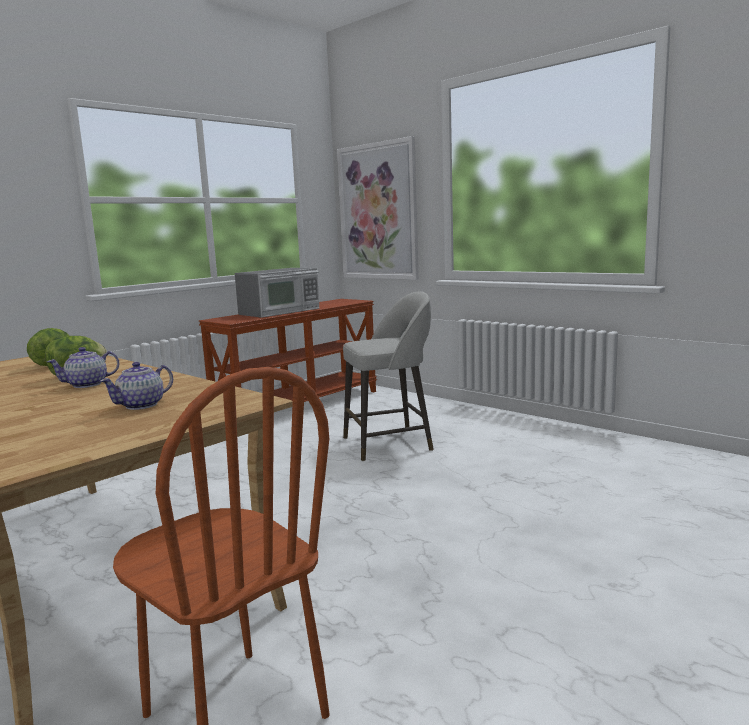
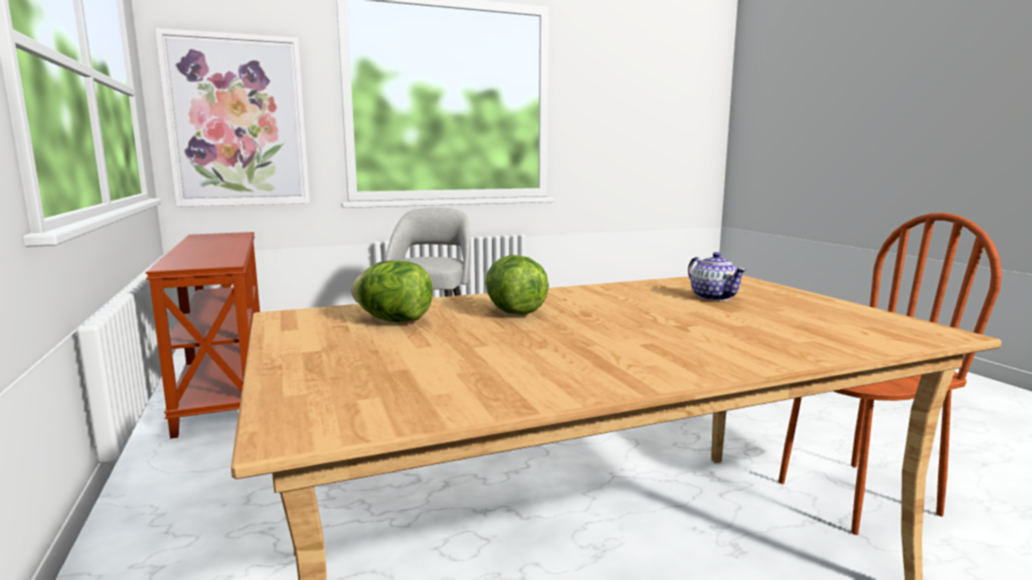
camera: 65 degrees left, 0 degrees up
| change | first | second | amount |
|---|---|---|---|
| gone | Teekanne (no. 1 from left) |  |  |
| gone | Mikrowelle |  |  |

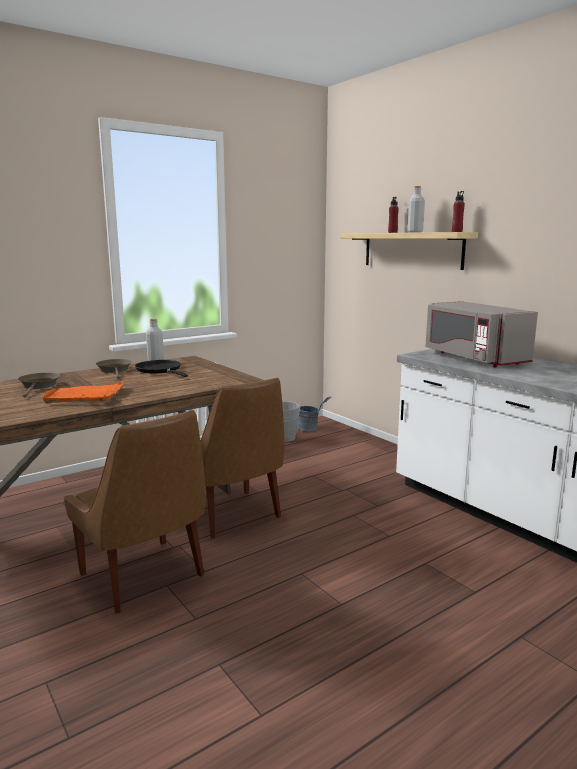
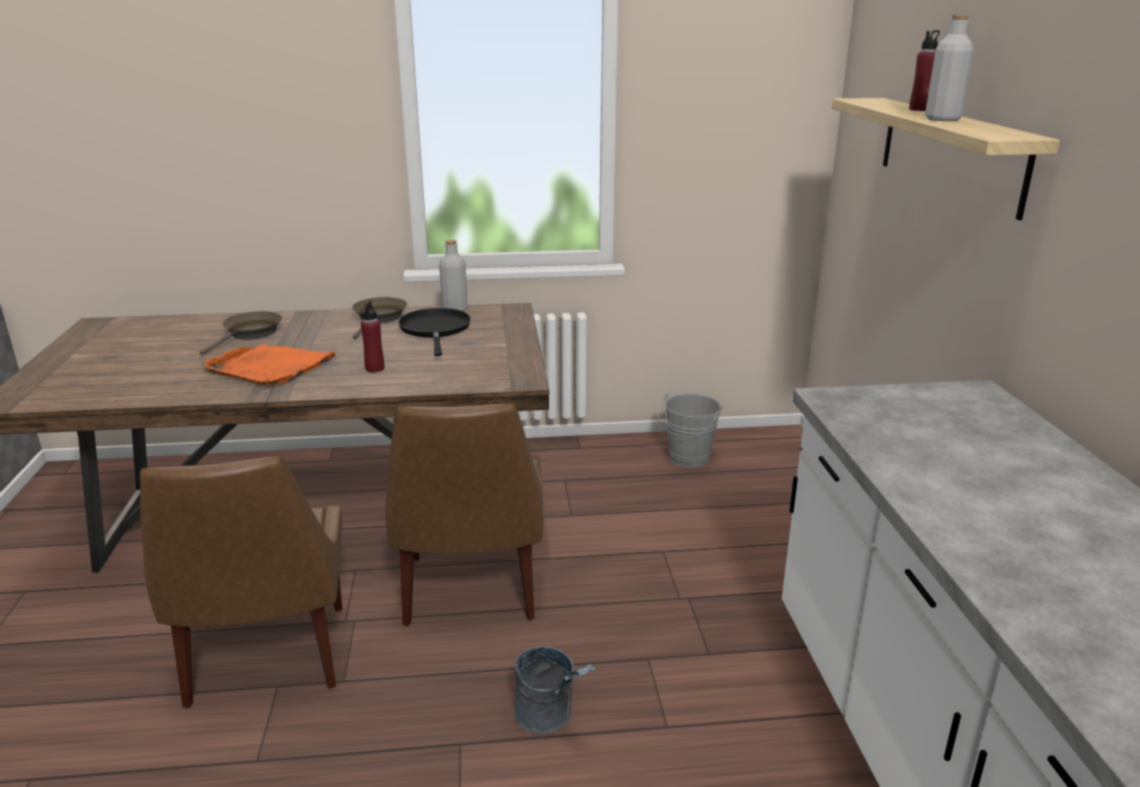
camera: 30 degrees right, 10 degrees up
| change | first | second | amount |
|---|---|---|---|
| shifted | Eimer [grau] (no. 2 from left in the first image) | Eimer [grau] (no. 1 from left) |  |
| gone | Mikrowelle [grau] |  |  |
| shifted | Flasche [rot] (no. 2 from left in the first image) | Flasche [rot] (no. 1 from left) |  |

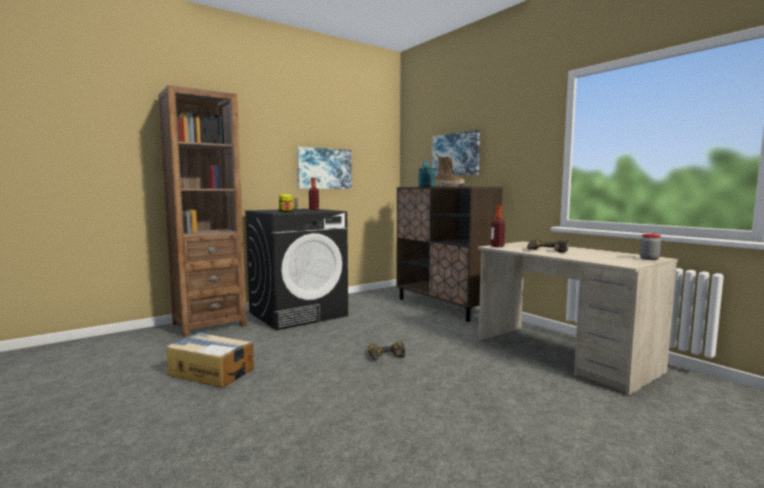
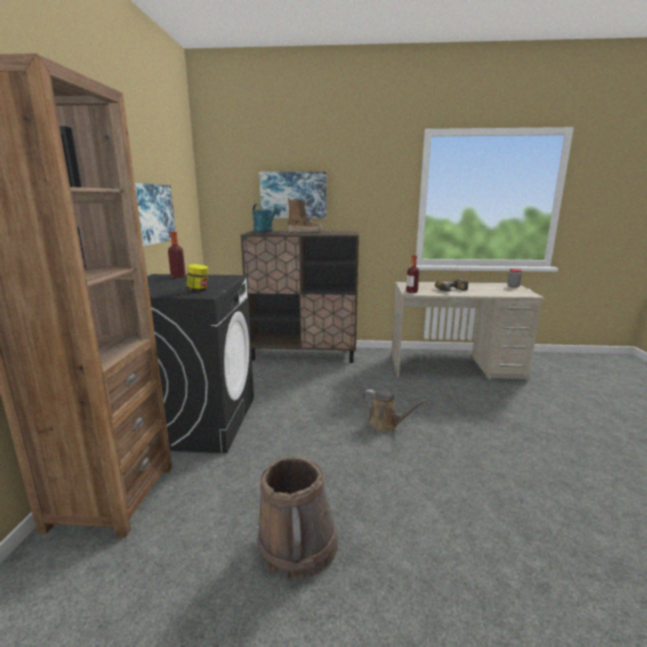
camera: 50 degrees left, 10 degrees up
| change | first | second | amount |
|---|---|---|---|
| swapped | Karton | Eimer [braun] |  |
| swapped | Bohrmaschine (no. 1 from left) | Gießkanne [braun] |  |

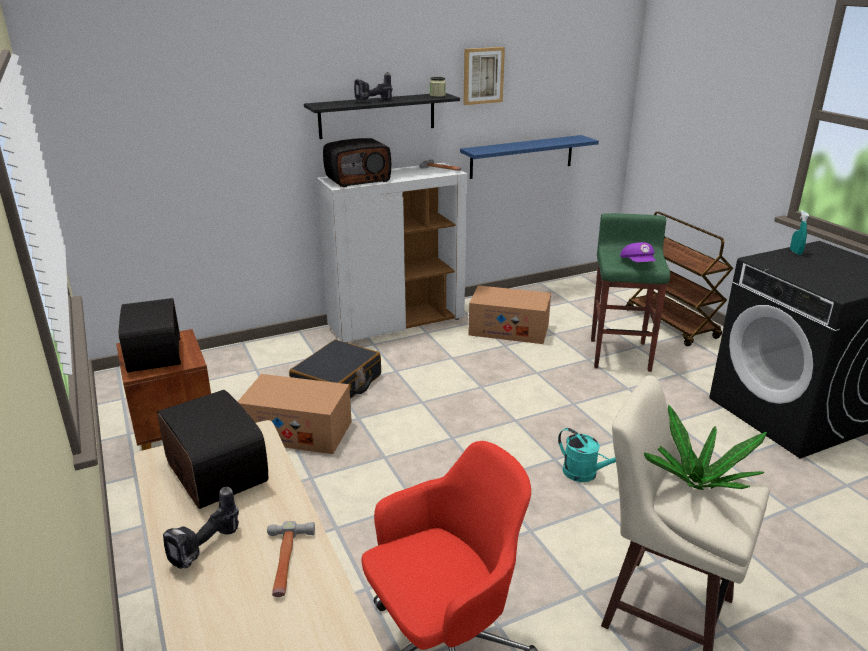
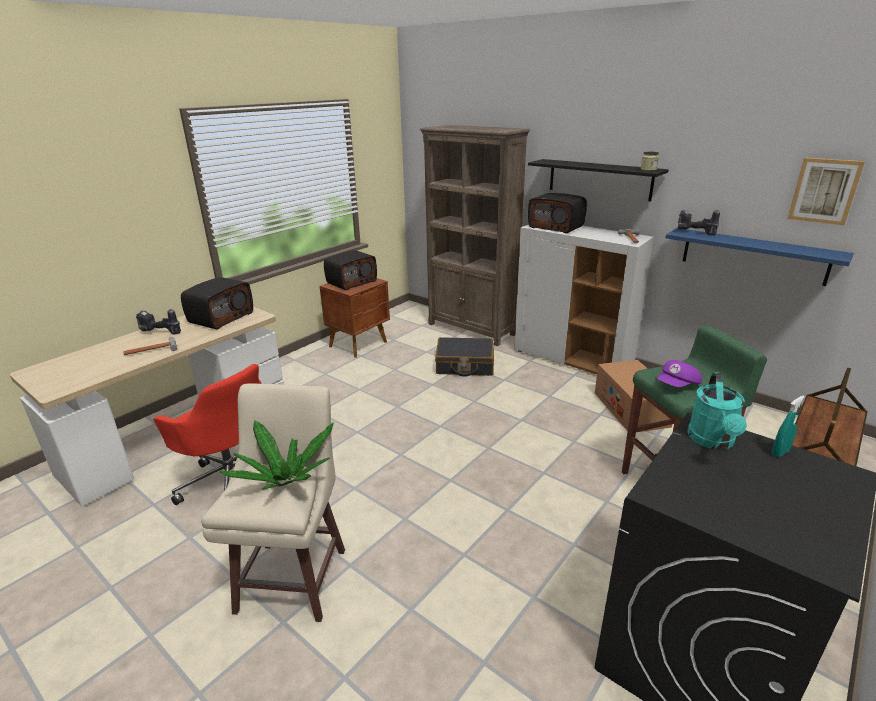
camera: 65 degrees right, 0 degrees up
| change | first | second | amount |
|---|---|---|---|
| gone | Karton (no. 1 from left) |  |  |
| shifted | Bohrmaschine (no. 2 from left) |  |  |
| shifted | Bild |  |  |
| shifted | Gießkanne [türkis] |  |  |
| new |  | Bücherregal [braun] |  |

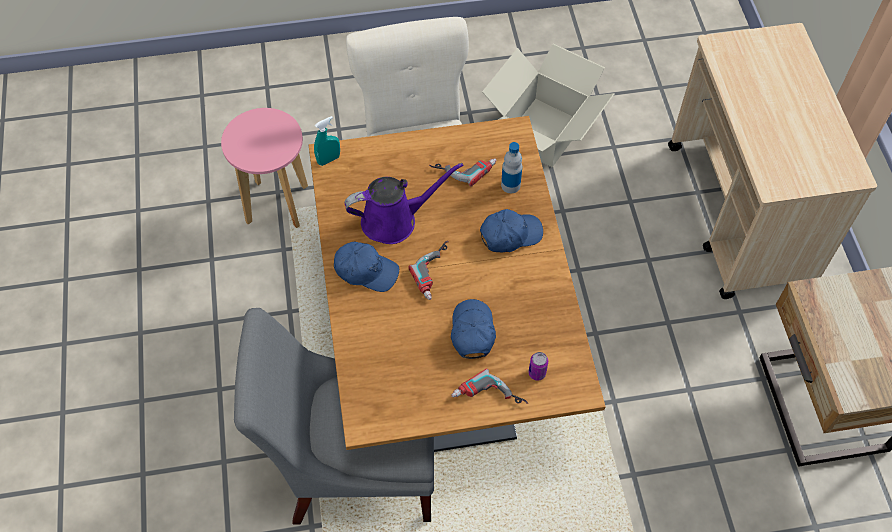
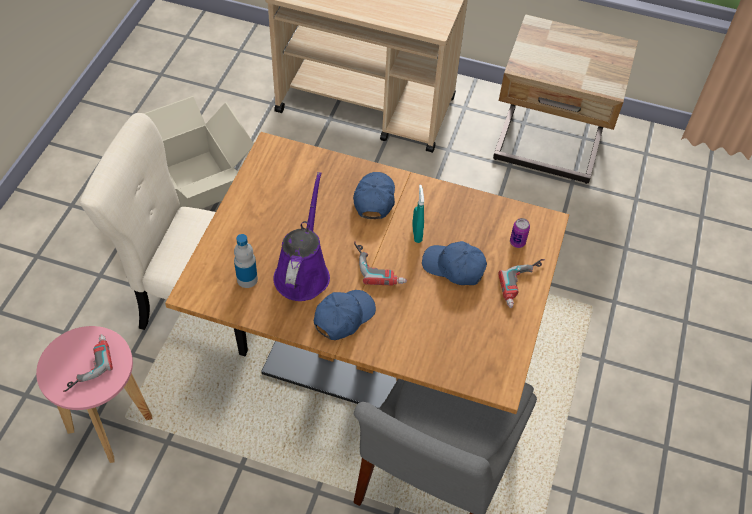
camera: 65 degrees left, 5 degrees down
| change | first | second | amount |
|---|---|---|---|
| shifted | Sprühflasche [türkis] |  |  |
| shifted | Bohrmaschine (no. 2 from left in the first image) | Bohrmaschine (no. 1 from left) |  |
| shifted | Flasche |  |  |

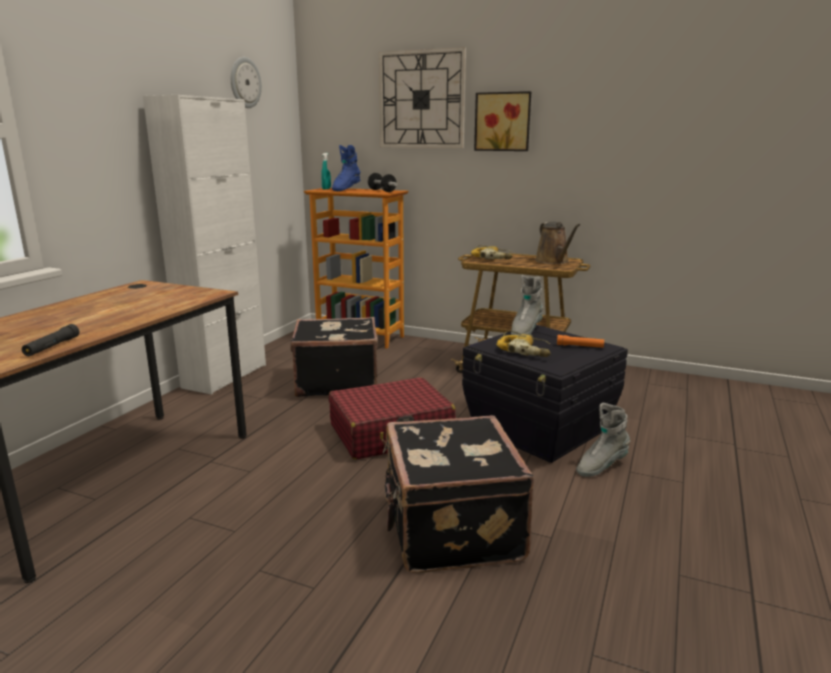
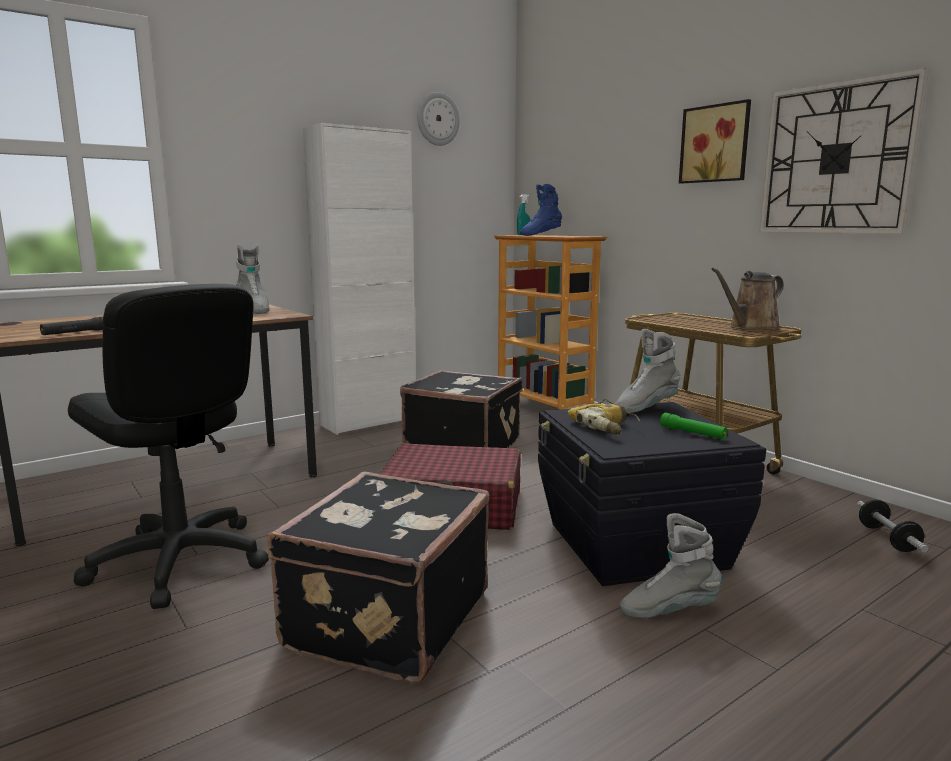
camera: 30 degrees right, 5 degrees down
| change | first | second | amount |
|---|---|---|---|
| shifted | Hantel |  |  |
| shifted | Wanduhr (no. 2 from left) |  |  |
| gone | Bohrmaschine (no. 1 from left) |  |  |
| rotated | Gießkanne [braun] |  | 45 degrees clockwise |
| repainted | Taschenlampe [orange] | Taschenlampe [grün] |  |
| new |  | Bürostuhl [schwarz] |  |
| new |  | Stiefel [grau] (no. 1 from left) |  |

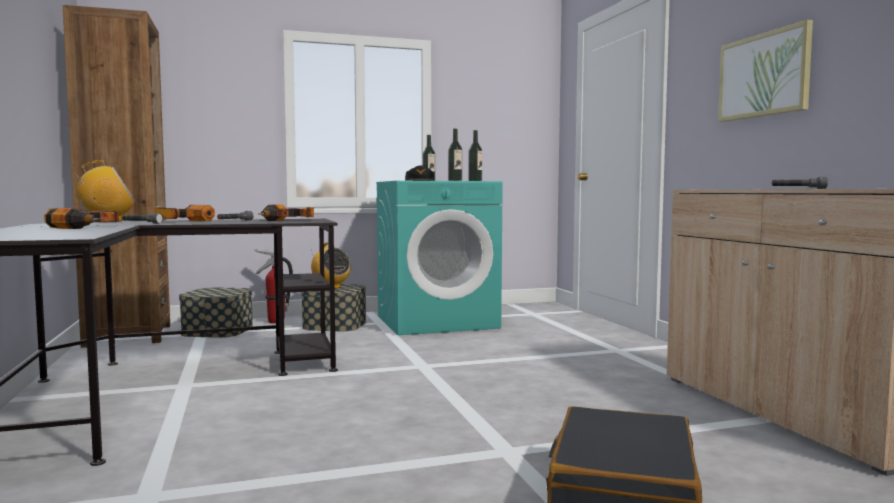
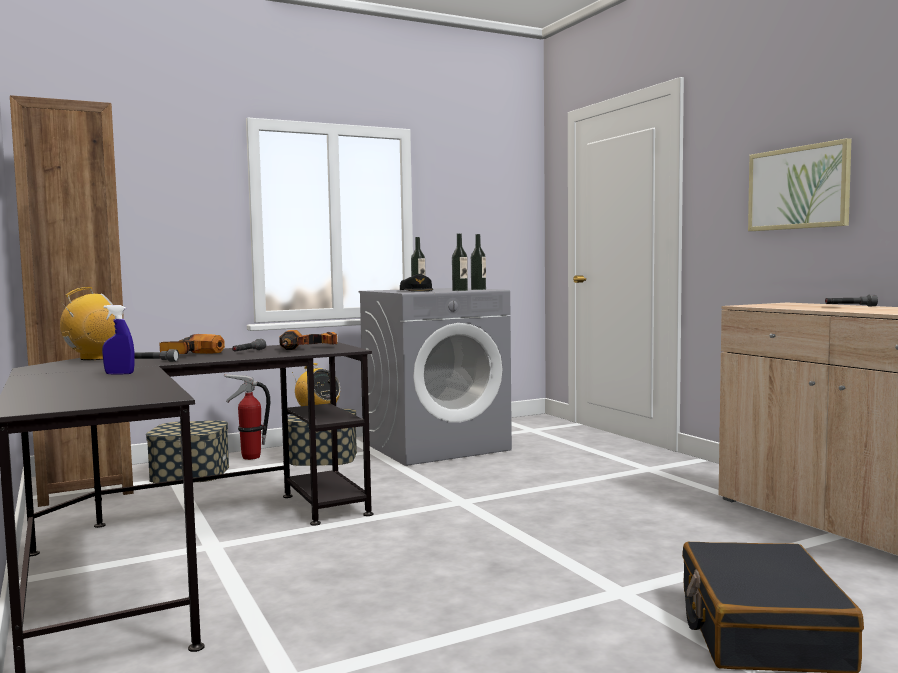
camera: 10 degrees left, 0 degrees up
| change | first | second | amount |
|---|---|---|---|
| swapped | Bohrmaschine (no. 1 from left) | Sprühflasche [blau] |  |
| repainted | Waschmaschine [türkis] | Waschmaschine [grau] |  |

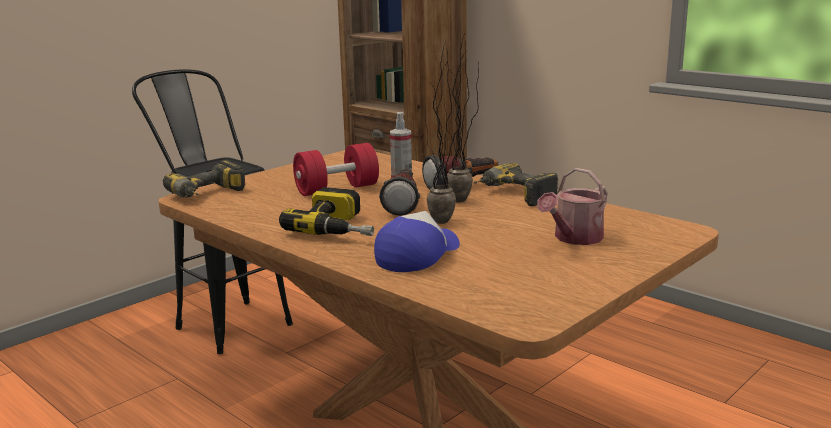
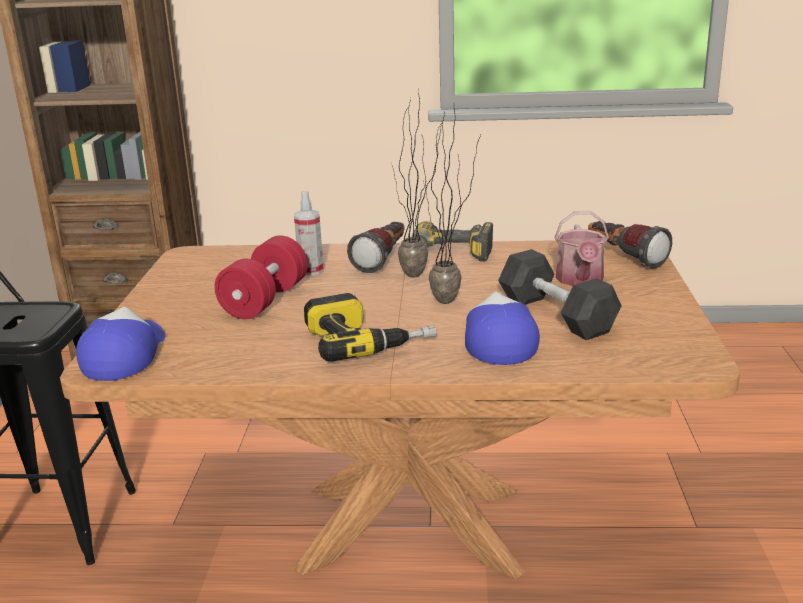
camera: 40 degrees left, 5 degrees up
| change | first | second | amount |
|---|---|---|---|
| swapped | Bohrmaschine (no. 1 from left) | Kappe (no. 1 from left) |  |
| shifted | Taschenlampe (no. 1 from left in the first image) | Taschenlampe (no. 2 from left) |  |
| new |  | Hantel [grau] |  |

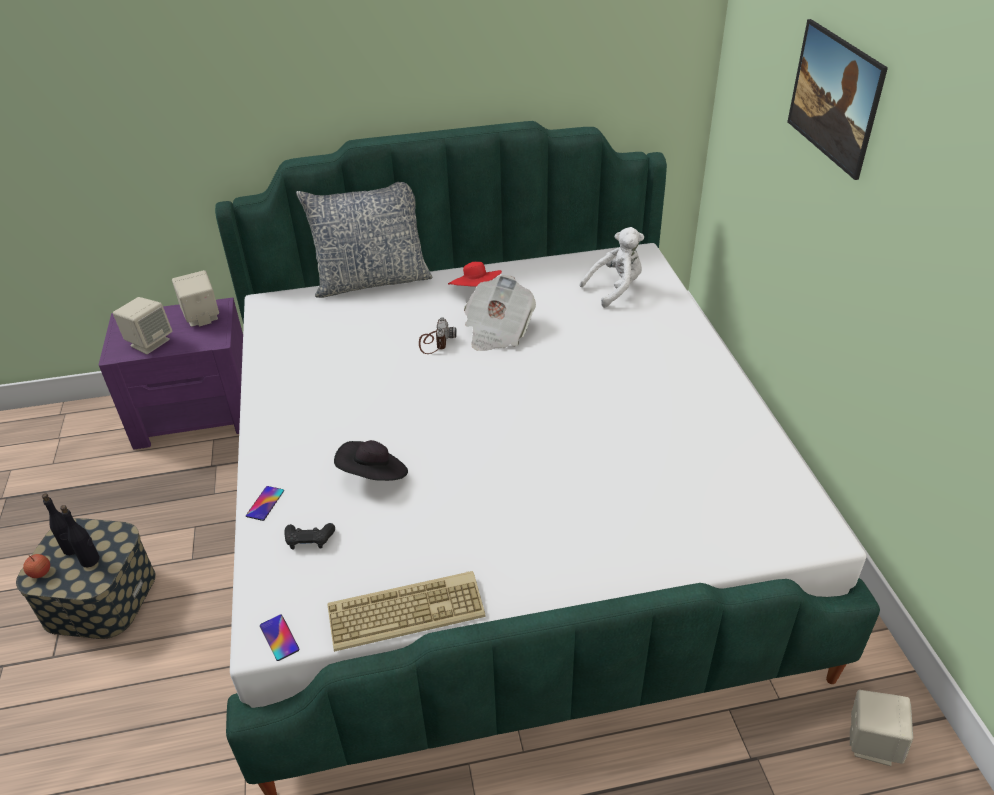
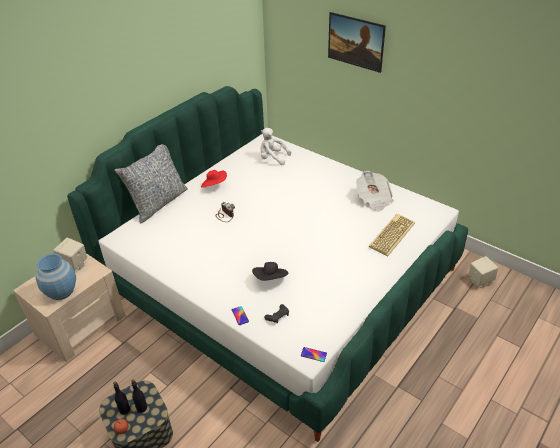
camera: 40 degrees left, 0 degrees up
| change | first | second | amount |
|---|---|---|---|
| repainted | Nachttisch [lila] | Nachttisch [beige] |  |
| swapped | Lautsprecher [beige] (no. 1 from left) | Vase [blau] |  |
| shifted | Tastatur |  |  |
| shifted | Zeitung |  |  |
| rotated | Plüschtier [weiß] |  | 90 degrees counterclockwise |

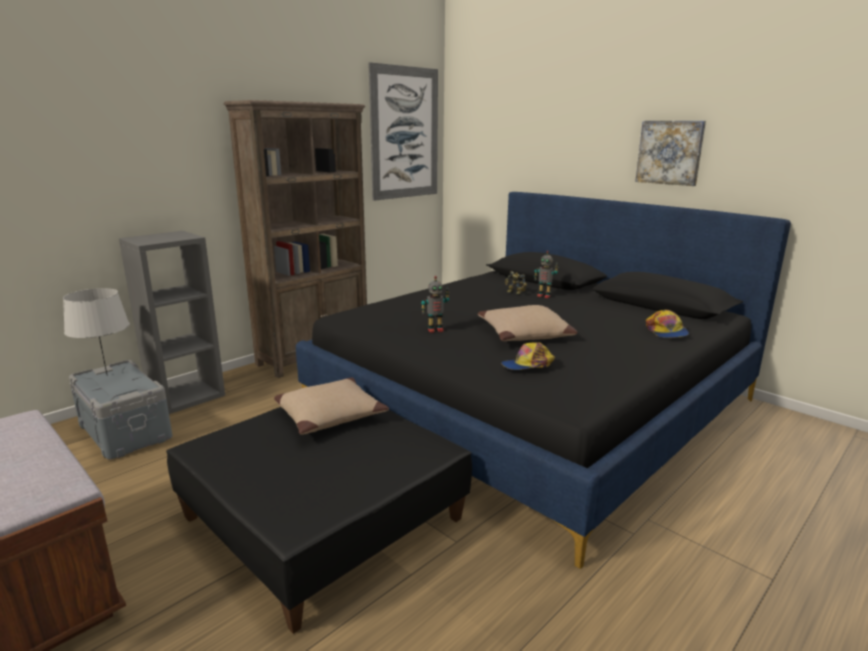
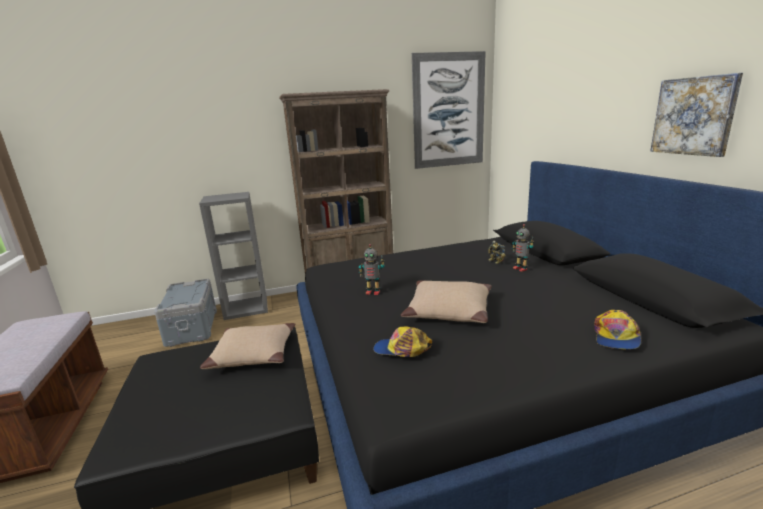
camera: 30 degrees right, 0 degrees up
| change | first | second | amount |
|---|---|---|---|
| gone | Tischlampe [grau] |  |  |

